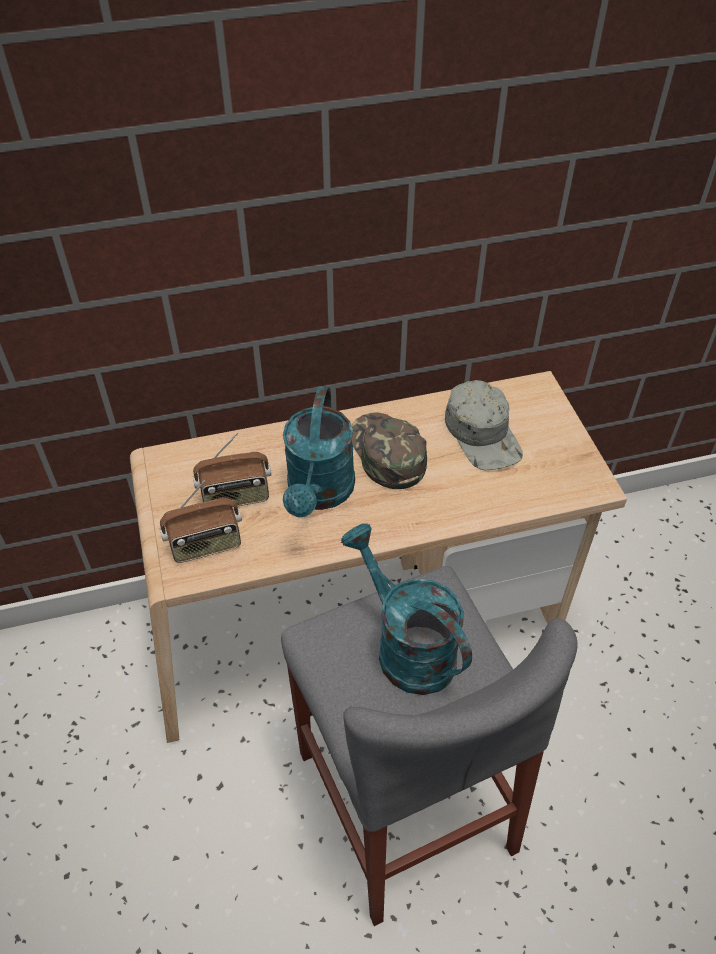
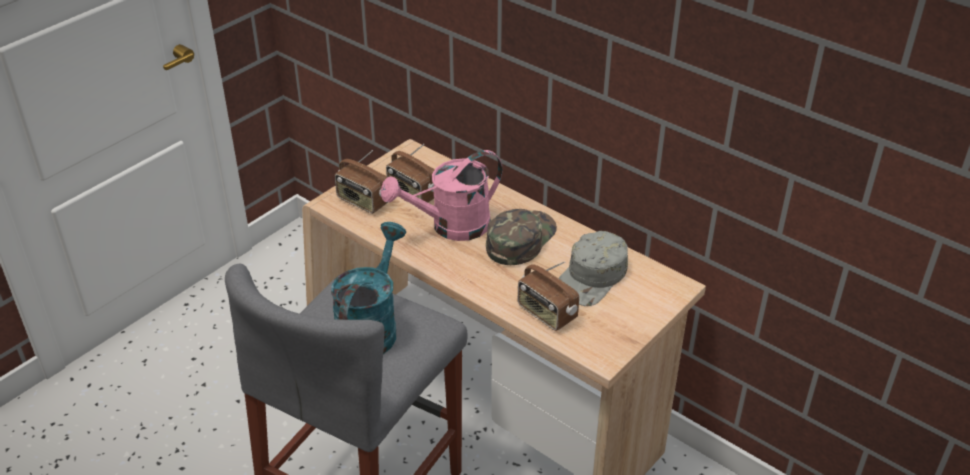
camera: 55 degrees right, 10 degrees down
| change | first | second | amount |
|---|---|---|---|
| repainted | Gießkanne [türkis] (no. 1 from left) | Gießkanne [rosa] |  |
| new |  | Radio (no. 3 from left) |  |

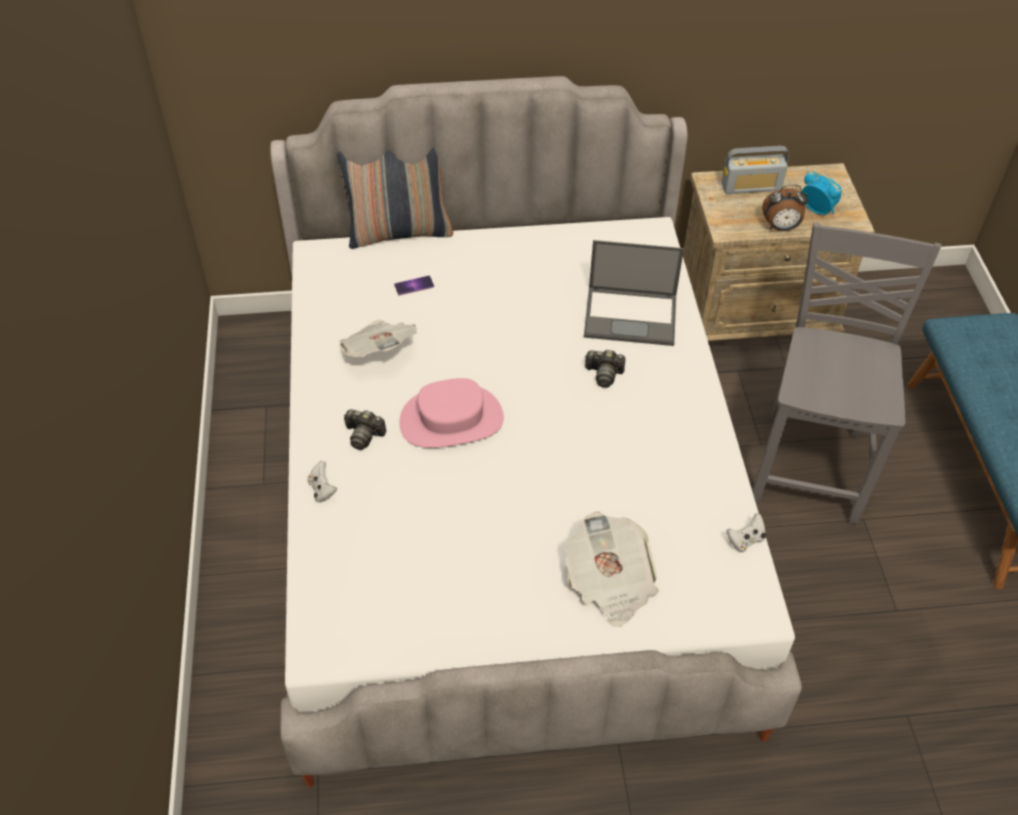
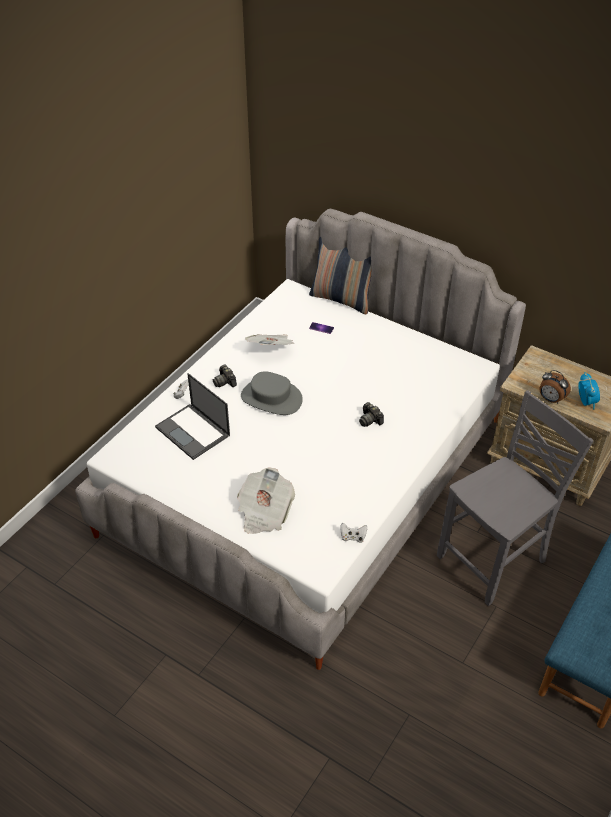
camera: 40 degrees right, 5 degrees down
| change | first | second | amount |
|---|---|---|---|
| repainted | Hut [rosa] | Hut [grau] |  |
| shifted | Laptop |  |  |
| gone | Radio |  |  |

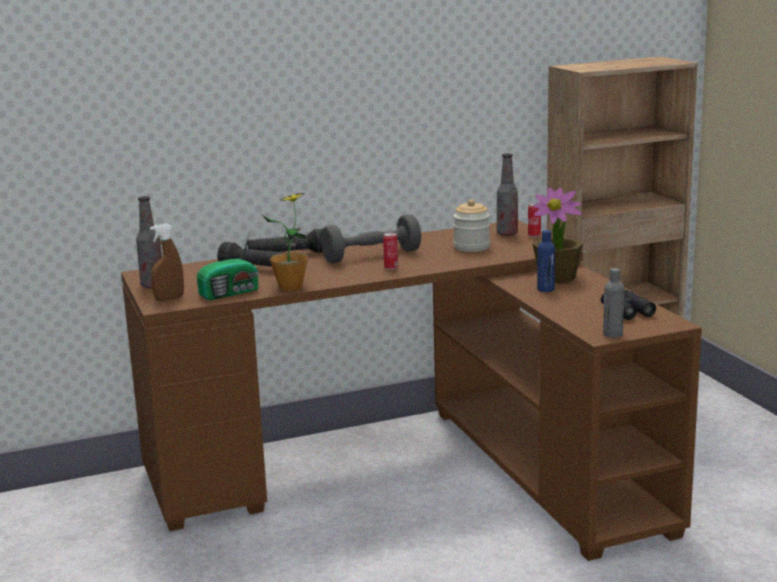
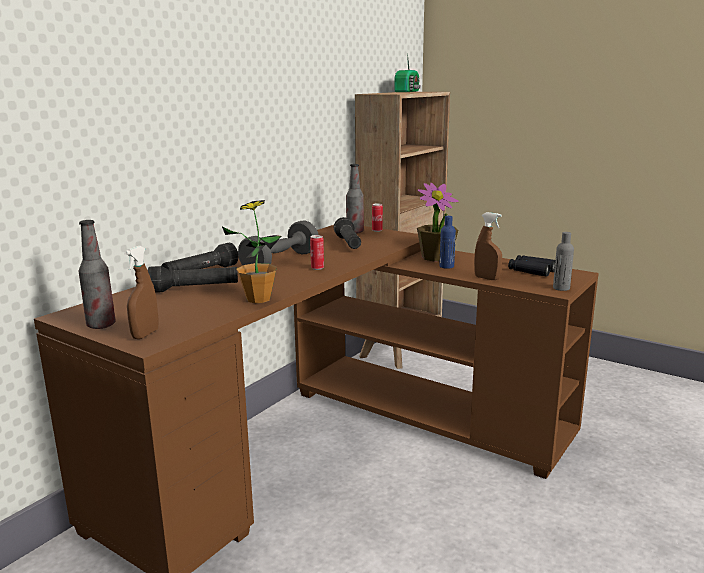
camera: 35 degrees left, 0 degrees up
| change | first | second | amount |
|---|---|---|---|
| shifted | Radio |  |  |
| swapped | Vorratsglas | Taschenlampe [schwarz] (no. 3 from left) |  |
| new |  | Sprühflasche [braun] (no. 2 from left) |  |

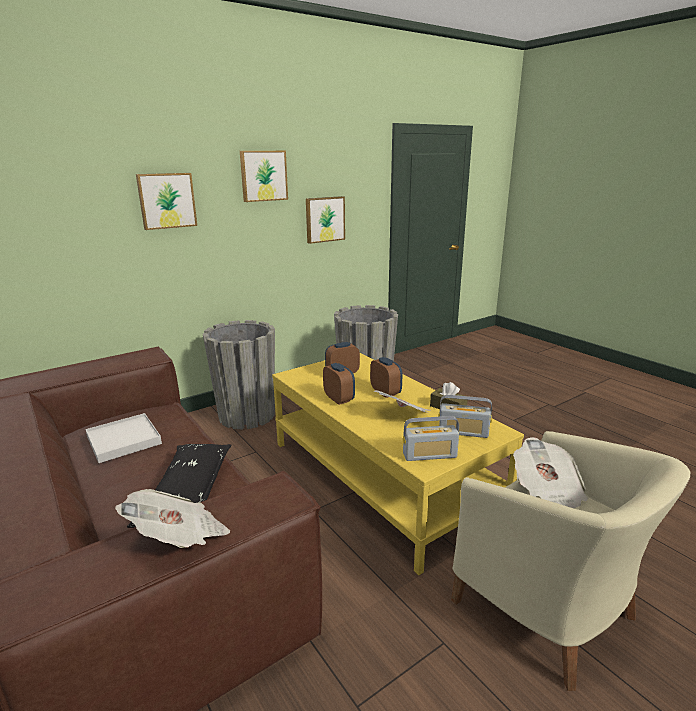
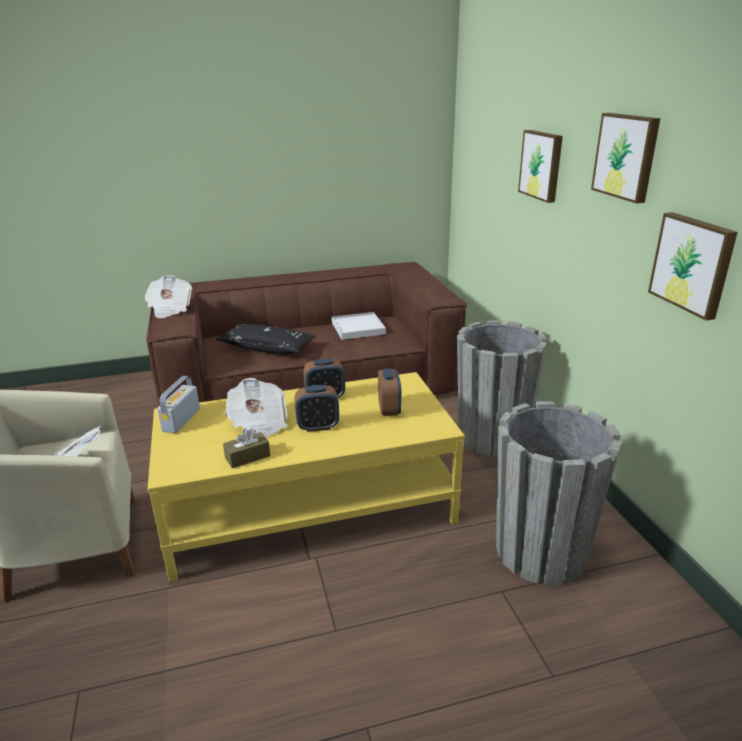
camera: 110 degrees right, 5 degrees up
| change | first | second | amount |
|---|---|---|---|
| gone | Radio (no. 2 from left) |  |  |

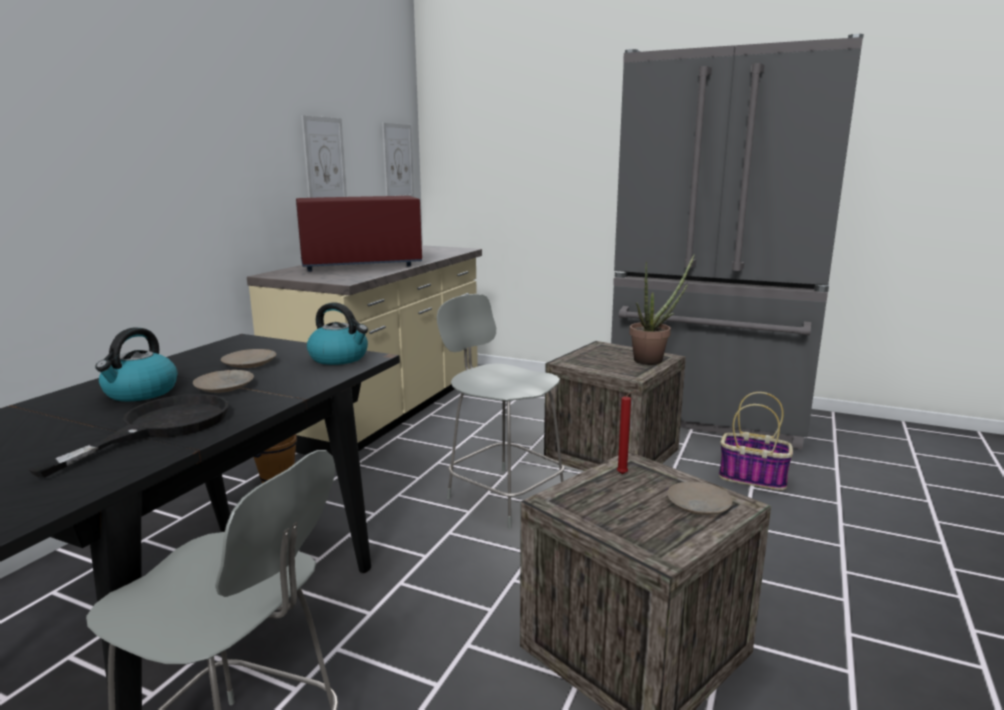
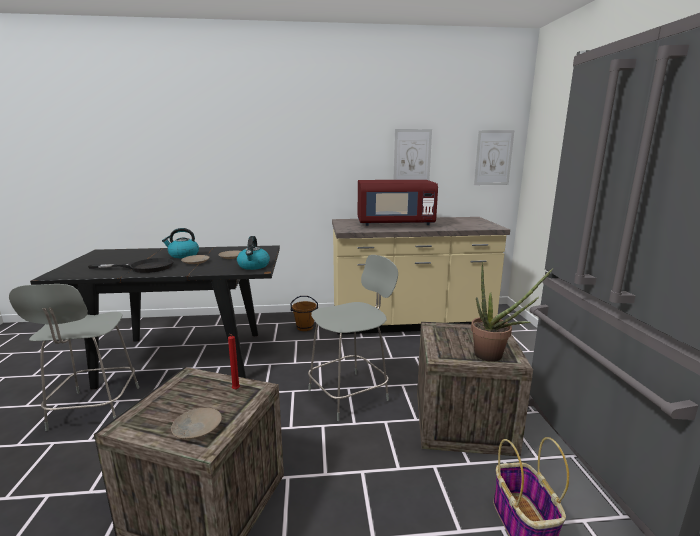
camera: 60 degrees right, 0 degrees up
| change | first | second | amount |
|---|---|---|---|
| rotated | Mikrowelle [rot] |  | 135 degrees clockwise |
| rotated | Stuhl [grau] (no. 2 from left) |  | 45 degrees clockwise |

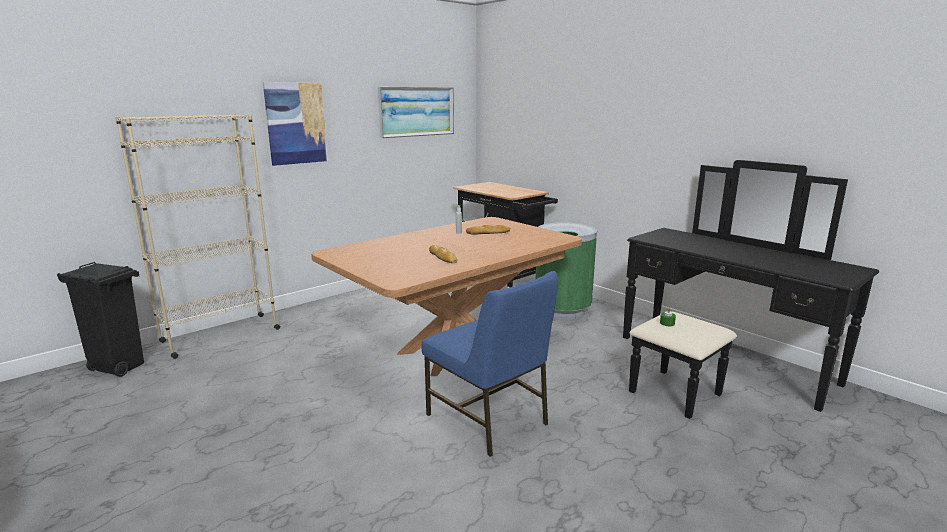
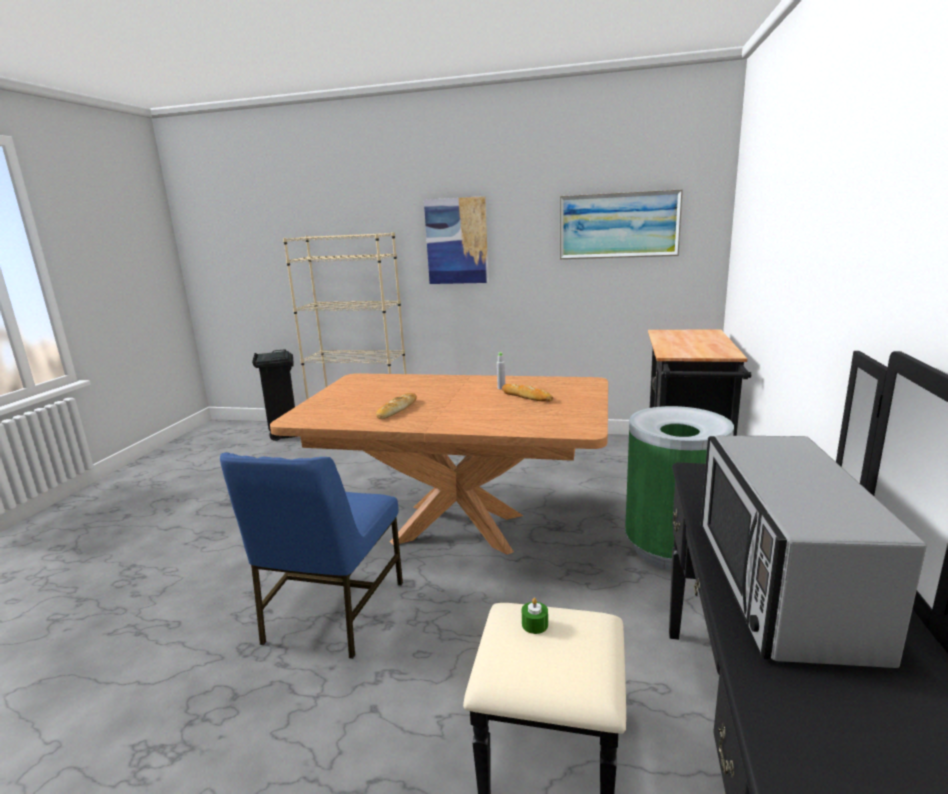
camera: 55 degrees right, 0 degrees up
| change | first | second | amount |
|---|---|---|---|
| new |  | Mikrowelle |  |

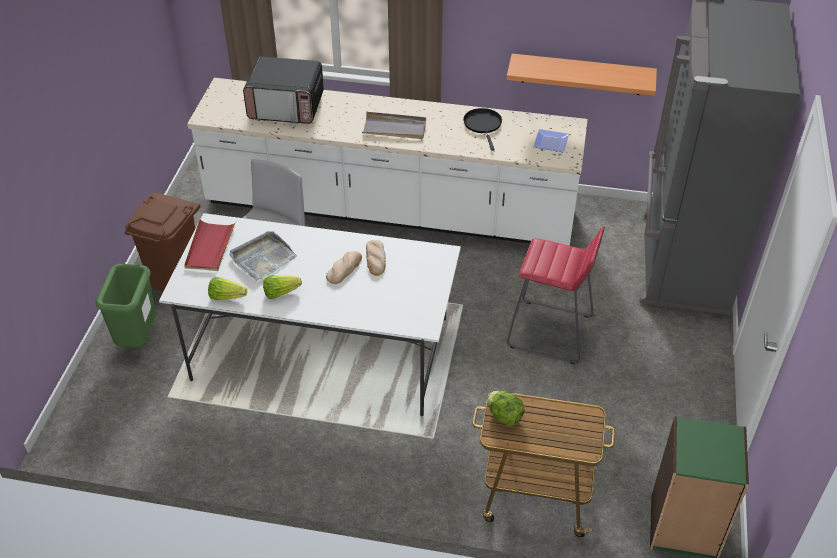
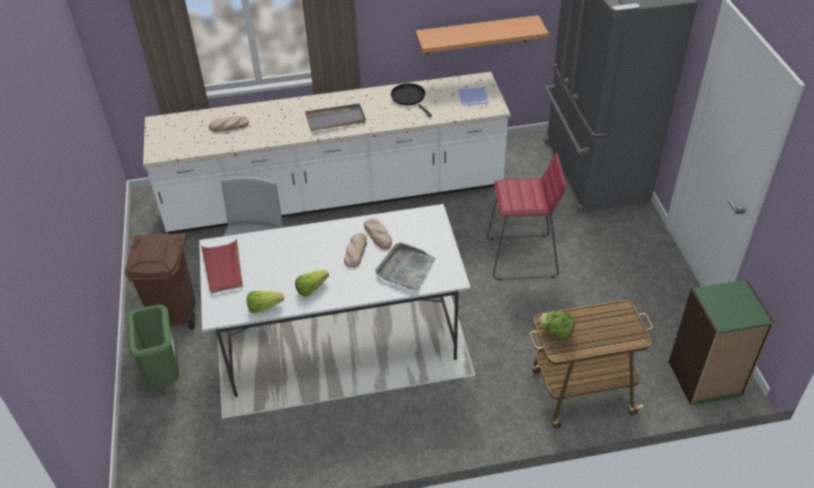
camera: 20 degrees left, 0 degrees up
| change | first | second | amount |
|---|---|---|---|
| shifted | Tablett [grau] (no. 1 from left in the first image) | Tablett [grau] (no. 2 from left) |  |
| swapped | Mikrowelle | Brot (no. 1 from left) |  |

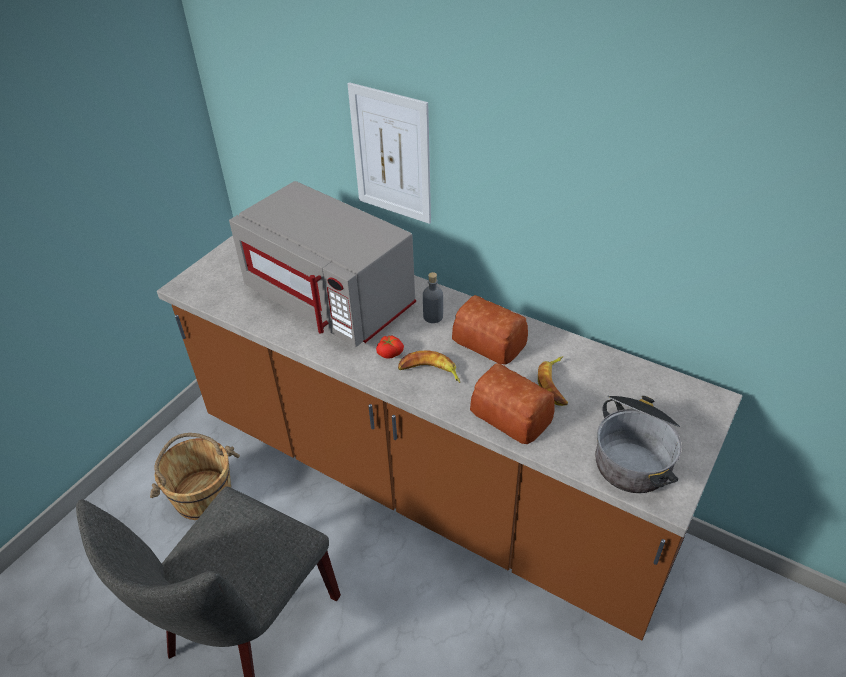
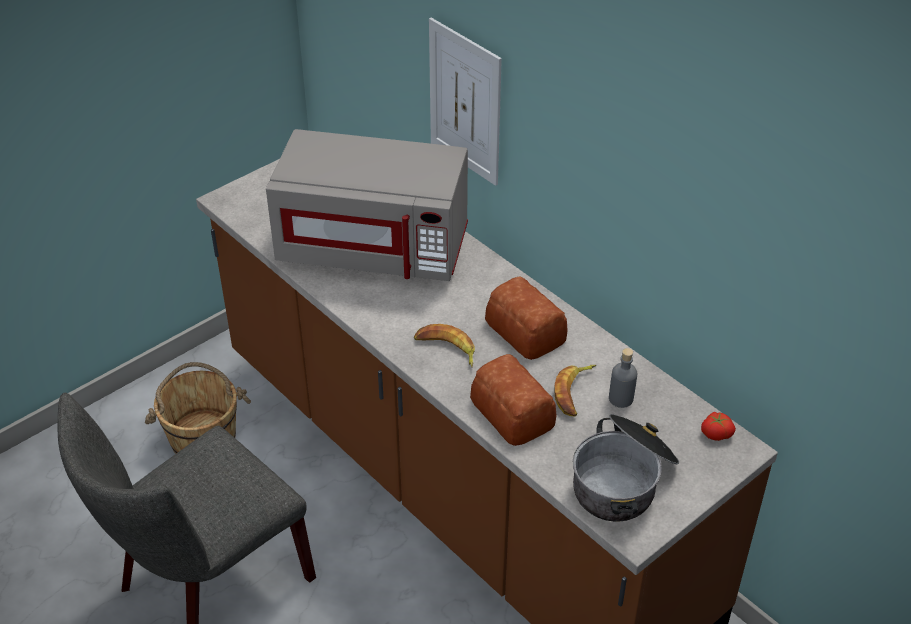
camera: 15 degrees right, 0 degrees up
| change | first | second | amount |
|---|---|---|---|
| rotated | Mikrowelle [grau] |  | 45 degrees counterclockwise |
| shifted | Tomate |  |  |
| shifted | Flasche [grau] |  |  |

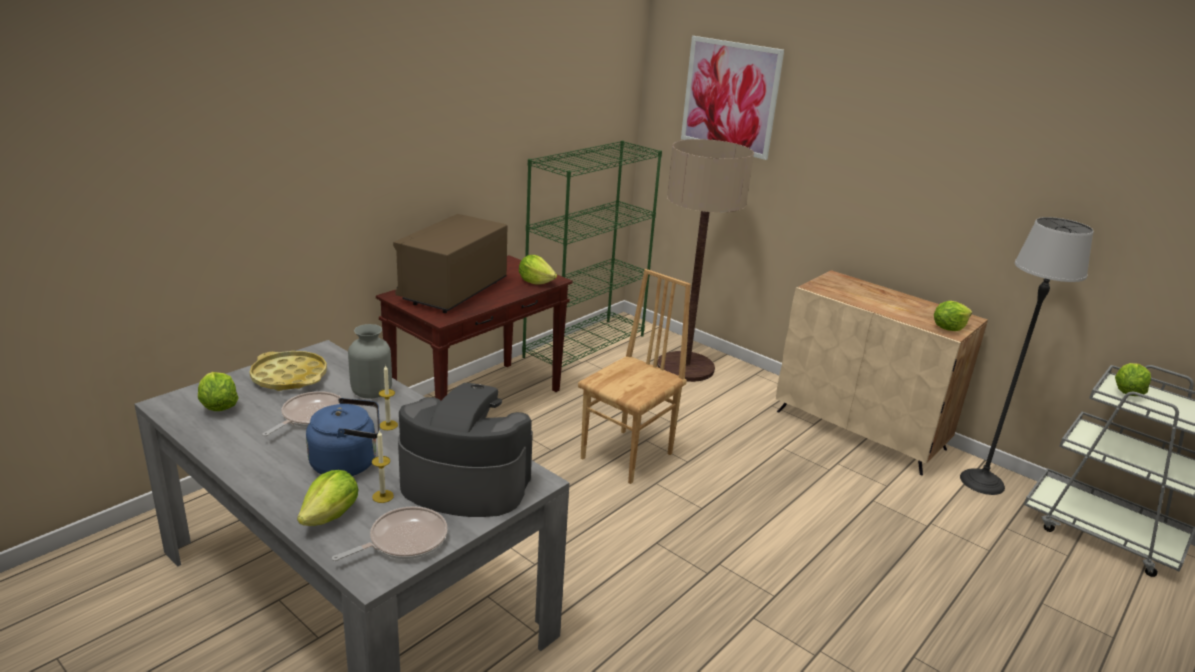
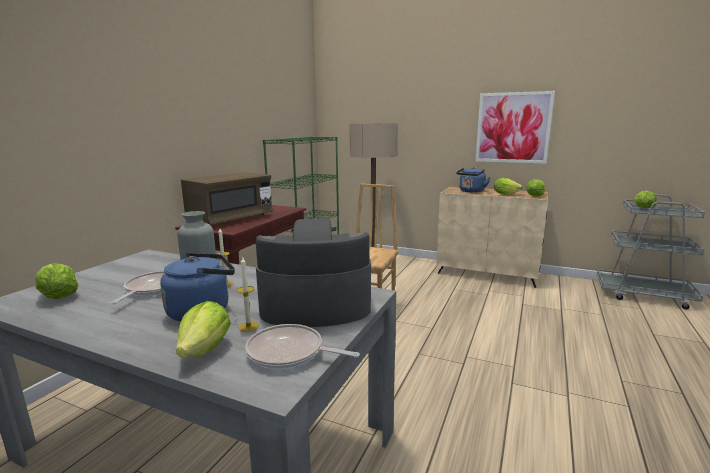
camera: 15 degrees left, 10 degrees down
| change | first | second | amount |
|---|---|---|---|
| gone | Tablett [gelb] |  |  |
| rotated | Pfanne (no. 2 from left) |  | 105 degrees counterclockwise |
| rotated | Mikrowelle [braun] |  | 150 degrees counterclockwise |
| shifted | Salatkopf (no. 3 from left) |  |  |
| shifted | Bild |  |  |
| gone | Stehlampe (no. 2 from left) |  |  |
| new |  | Wasserkessel [blau] (no. 2 from left) |  |

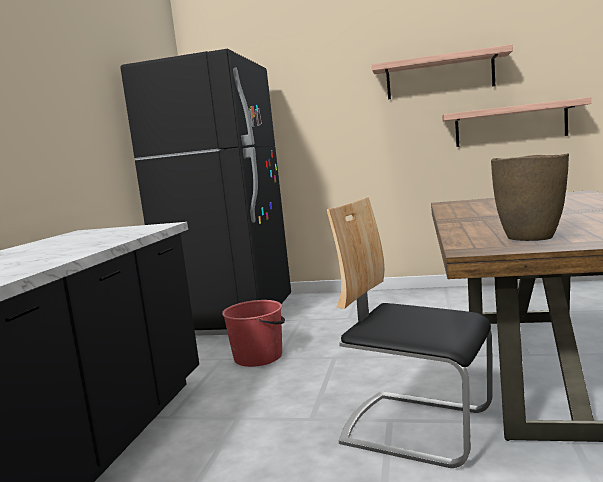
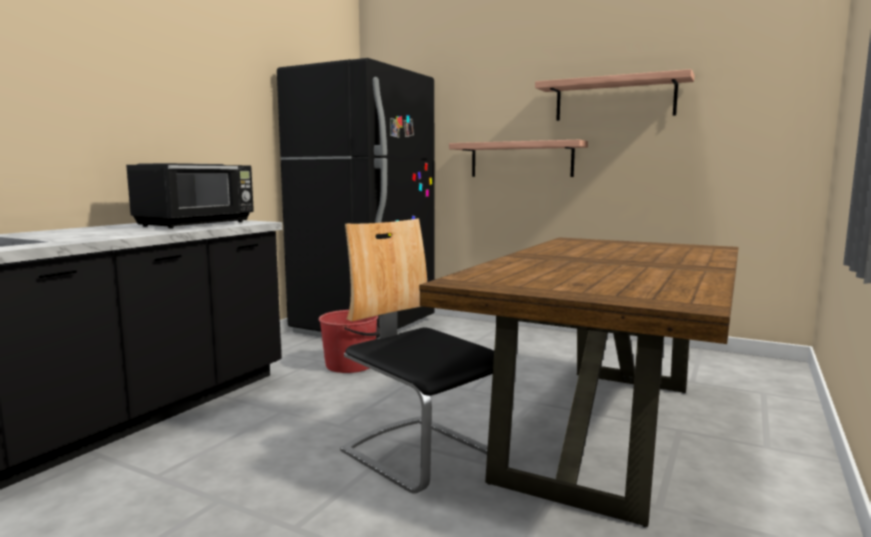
camera: 15 degrees right, 0 degrees up
| change | first | second | amount |
|---|---|---|---|
| shifted | Wandregal (no. 2 from left in the first image) | Wandregal (no. 1 from left) |  |
| gone | Vase [braun] |  |  |
| new |  | Mikrowelle [schwarz] |  |

